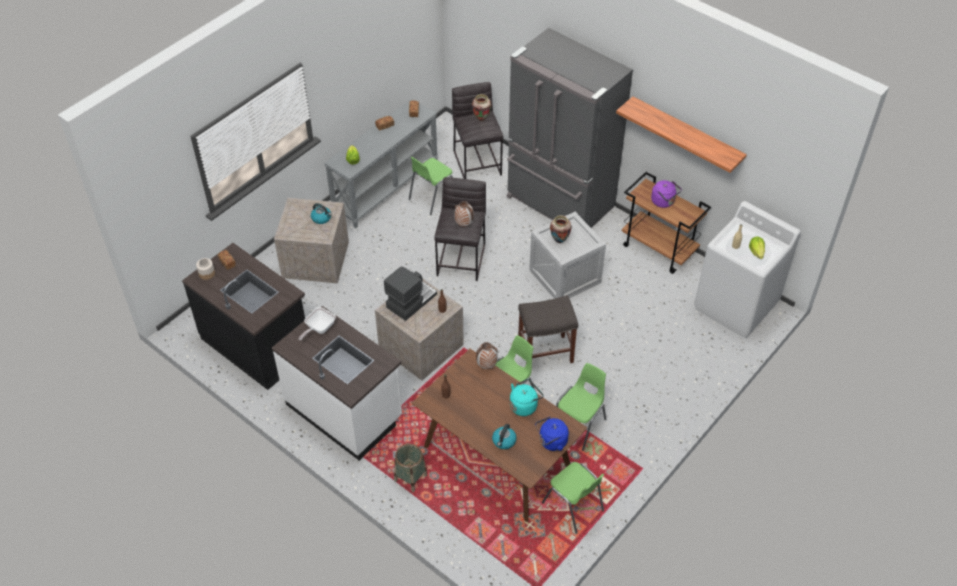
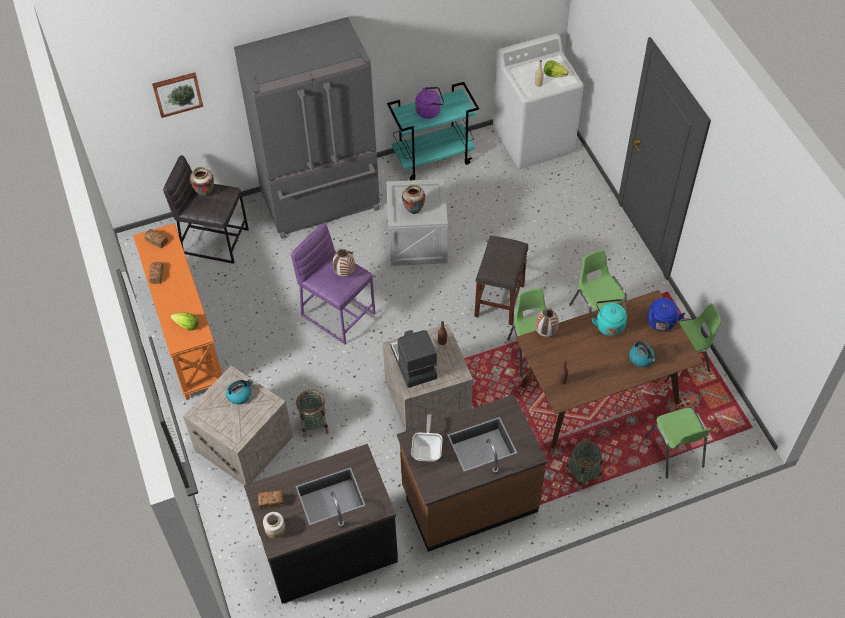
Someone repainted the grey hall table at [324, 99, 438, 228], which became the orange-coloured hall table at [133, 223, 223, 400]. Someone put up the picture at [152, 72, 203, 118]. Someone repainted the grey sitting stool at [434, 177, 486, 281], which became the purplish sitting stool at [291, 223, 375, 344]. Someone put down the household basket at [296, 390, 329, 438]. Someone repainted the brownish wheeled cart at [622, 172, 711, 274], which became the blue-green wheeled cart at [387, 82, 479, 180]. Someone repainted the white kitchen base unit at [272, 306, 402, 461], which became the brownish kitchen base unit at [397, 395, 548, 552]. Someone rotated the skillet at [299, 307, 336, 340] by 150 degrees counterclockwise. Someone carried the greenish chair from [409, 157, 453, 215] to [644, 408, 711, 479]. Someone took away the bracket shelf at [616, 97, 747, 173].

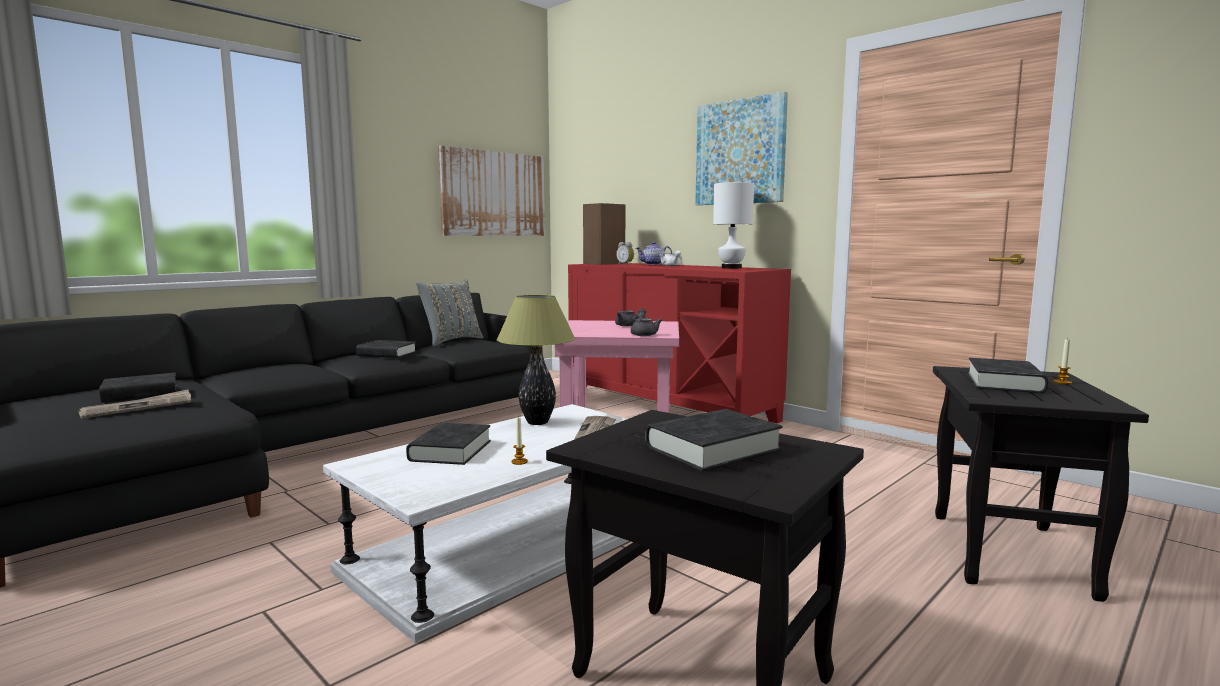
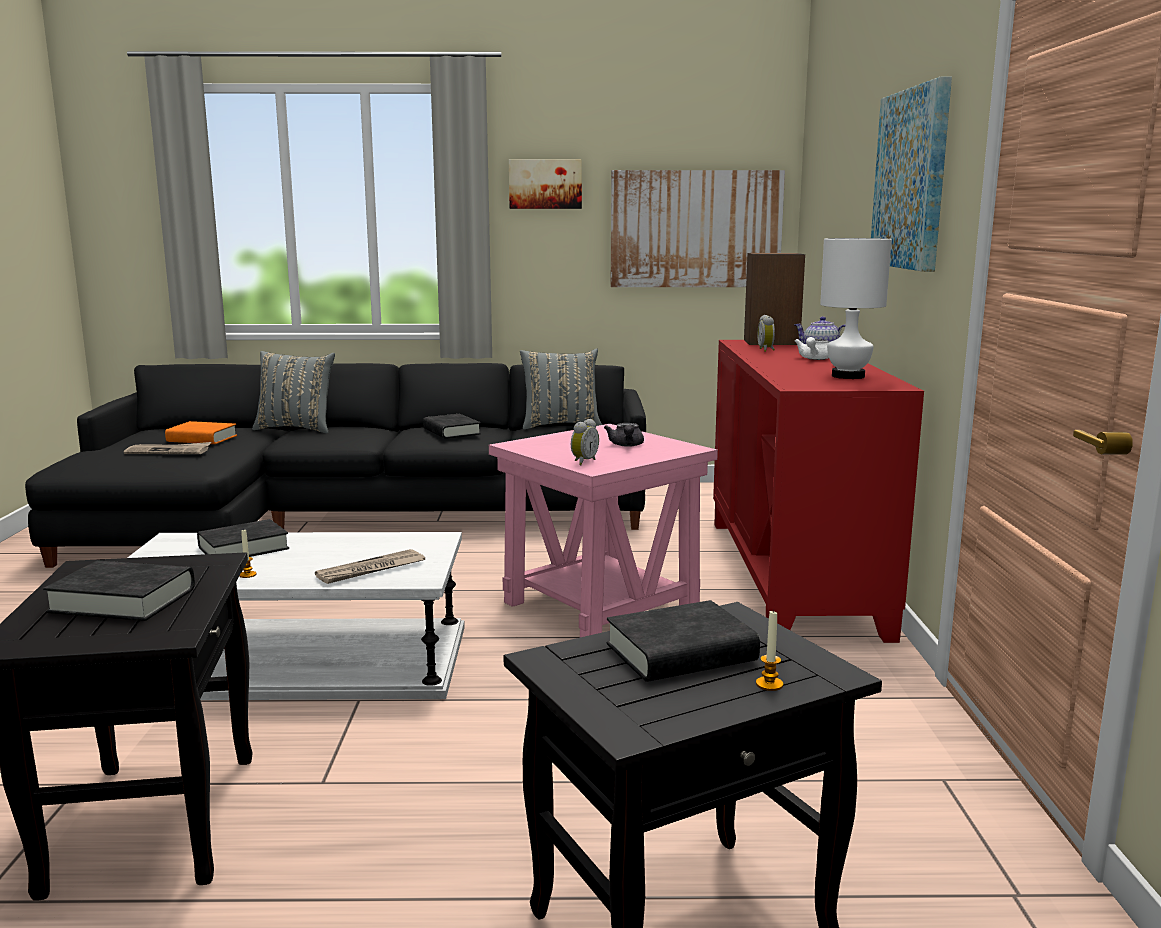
Someone repainted the black-coloured volume at [99, 373, 177, 402], which became the orange-coloured volume at [165, 421, 237, 444]. Someone put down the grey cushion at [252, 351, 335, 433]. Someone put up the picture at [509, 159, 582, 209]. Someone swapped the grey teapot at [631, 312, 662, 336] for the alarm clock at [571, 419, 599, 465]. Someone took away the table lamp at [497, 295, 575, 425].

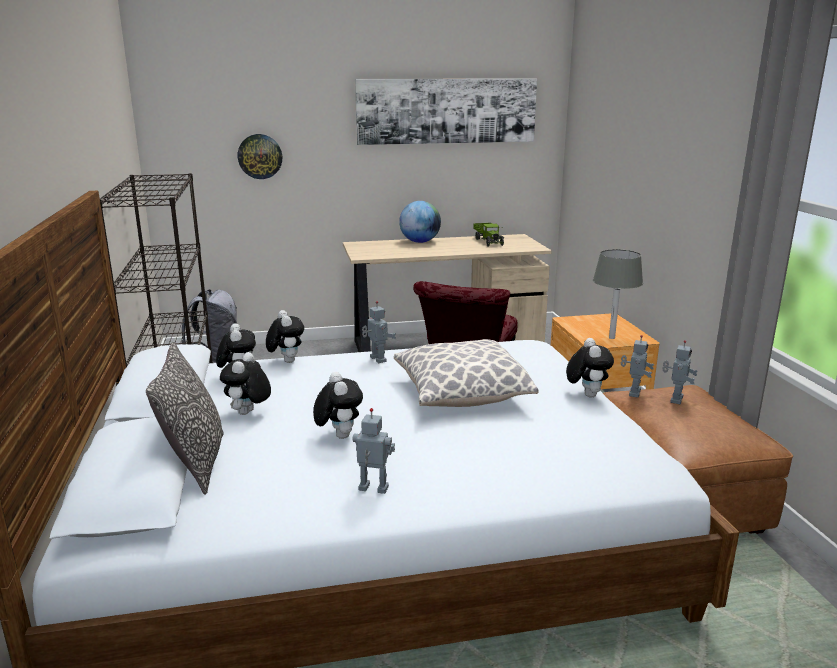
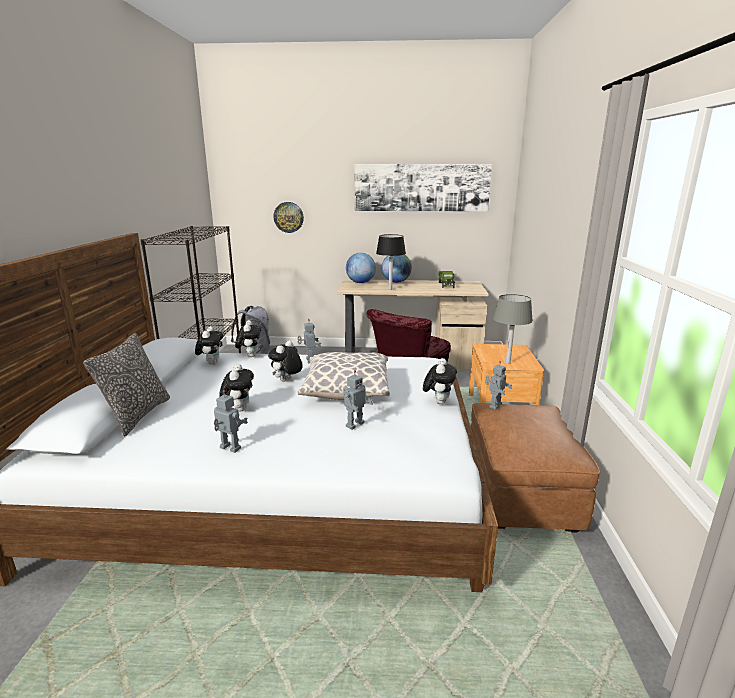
Someone carried the plush toy from [220, 352, 271, 415] to [268, 340, 303, 382]. Someone carried the model robot from [662, 340, 698, 404] to [343, 370, 373, 430]. Someone put down the globe at [346, 253, 376, 283]. Someone put down the black-coloured table lamp at [376, 234, 406, 290].

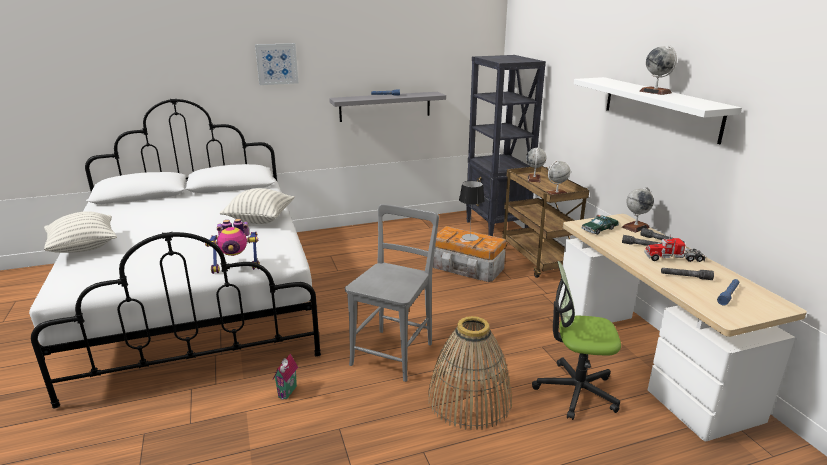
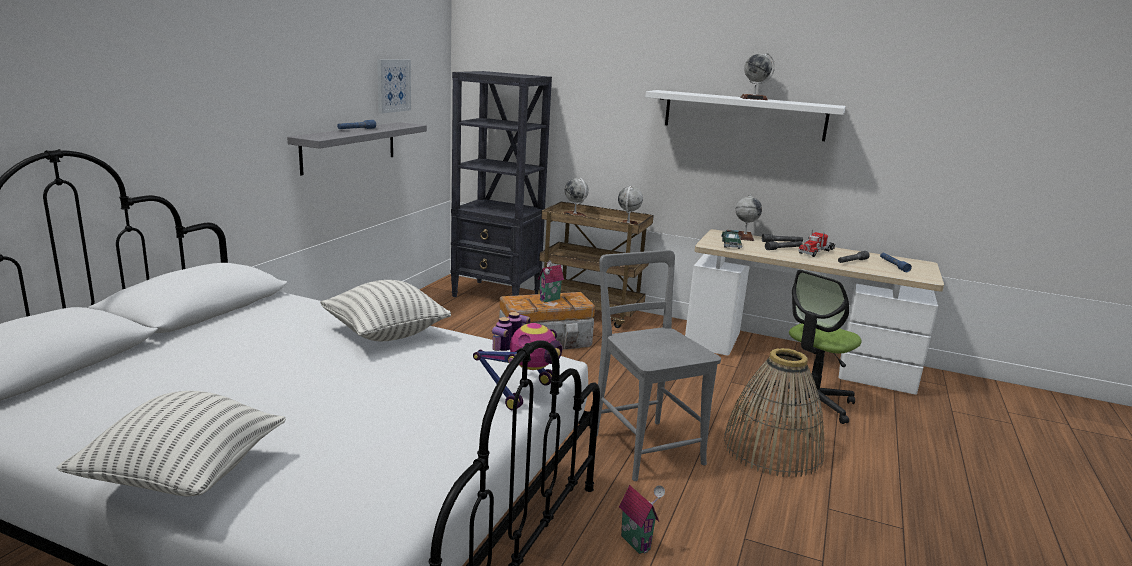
Someone carried the picture from [255, 43, 298, 85] to [377, 59, 411, 113]. Someone swapped the table lamp at [459, 181, 485, 241] for the model house at [538, 260, 564, 302].

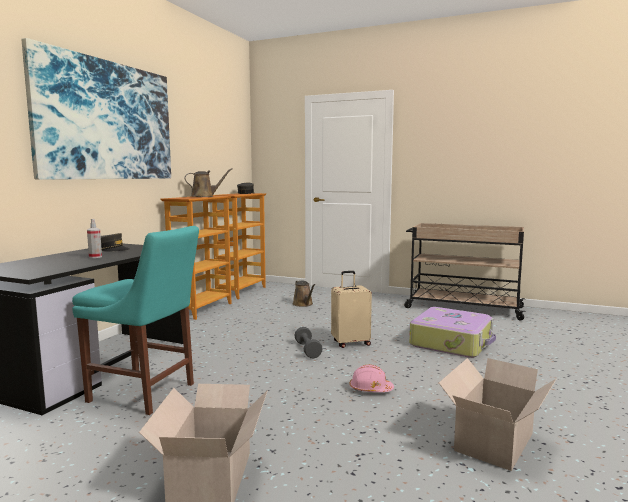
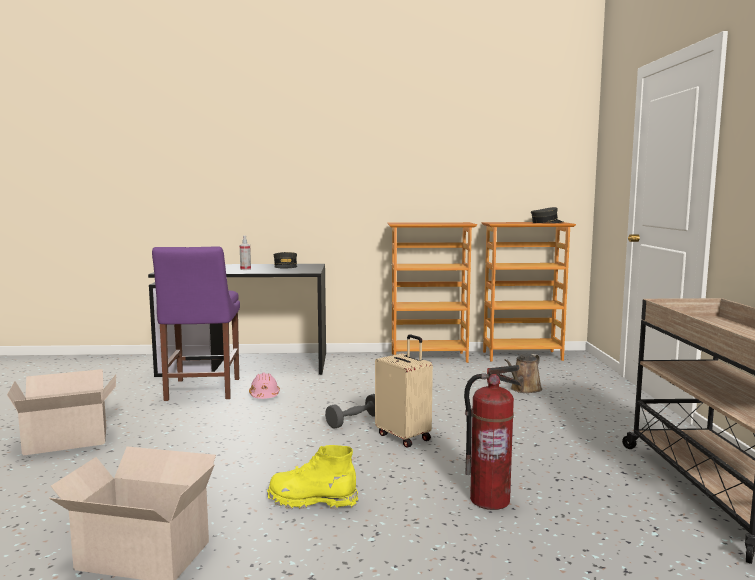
Someone repainted the blue-green chair at [72, 226, 199, 415], which became the purplish chair at [152, 246, 240, 401]. Someone carried the pink-coloured work helmet from [349, 364, 394, 392] to [249, 373, 280, 399]. Someone put down the yellow high-top boot at [267, 445, 358, 510]. Someone swapped the suitcase at [409, 307, 496, 358] for the extinguisher at [464, 365, 521, 510]. Someone took away the picture at [22, 38, 171, 180]. Someone took away the brownish watering can at [185, 168, 233, 197].

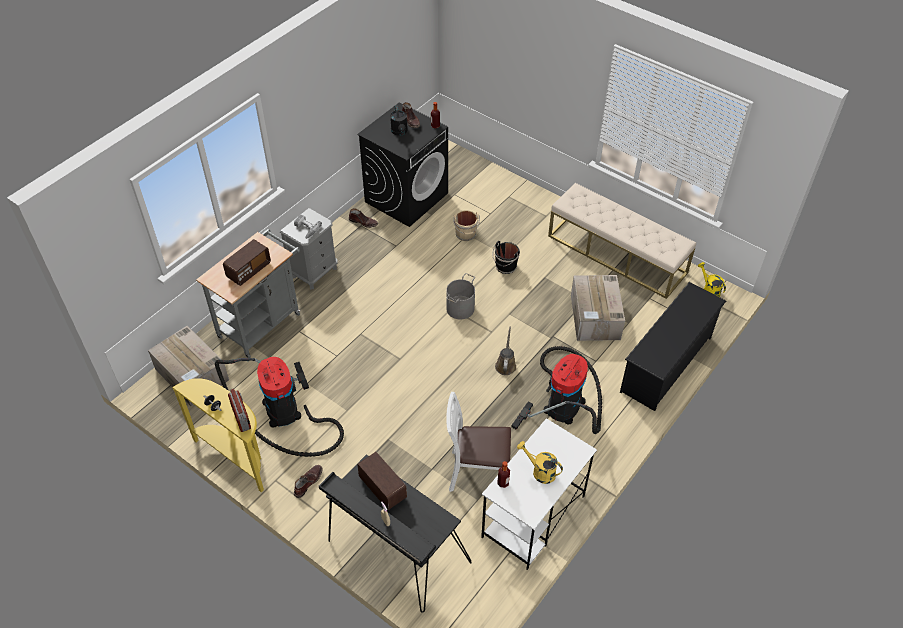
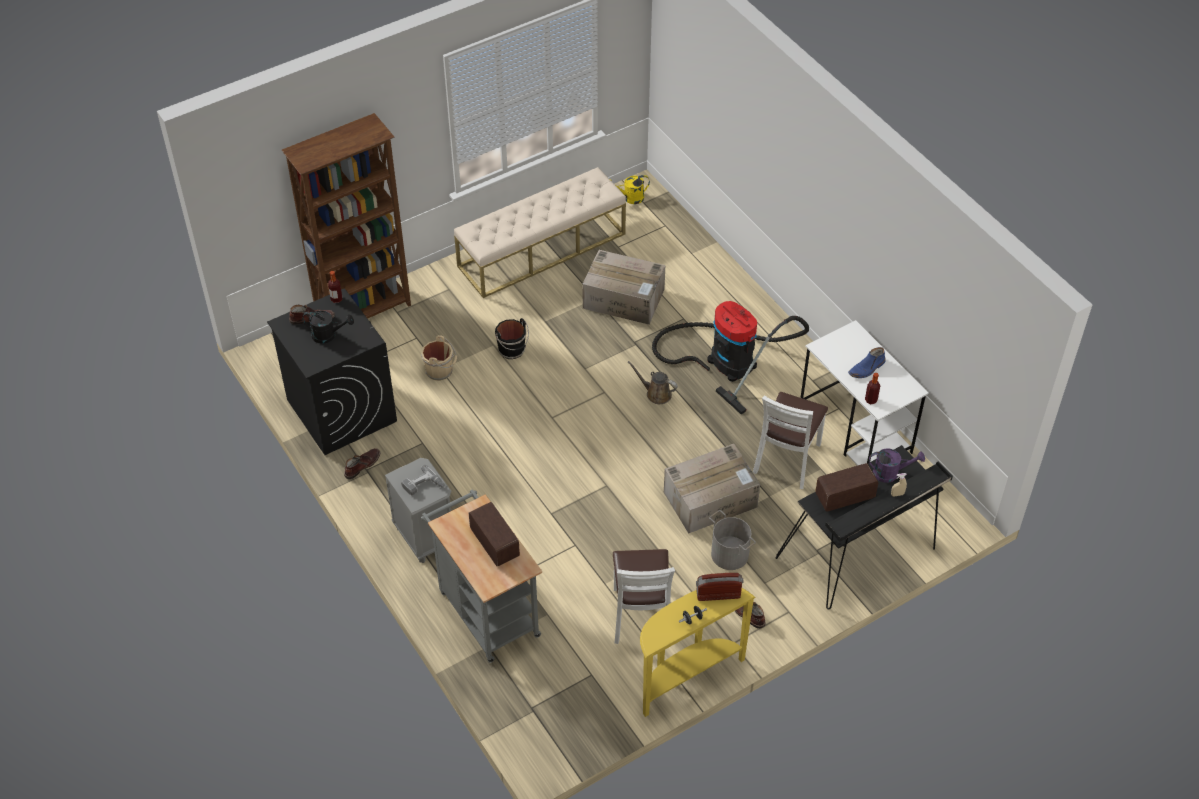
Someone put down the brownish bookshelf at [282, 113, 411, 319]. Someone swapped the vacuum cleaner at [215, 357, 344, 457] for the white chair at [613, 549, 675, 644]. Someone carried the packing box from [148, 326, 229, 406] to [664, 444, 760, 534]. Someone carried the grey bucket from [446, 273, 475, 319] to [709, 510, 756, 570]. Someone swapped the yellow watering can at [517, 441, 563, 484] for the blue high-top boot at [848, 347, 885, 378]. Someone put down the purplish watering can at [869, 448, 925, 483]. Someone took away the black-coloured shoe shelf at [620, 282, 726, 411].

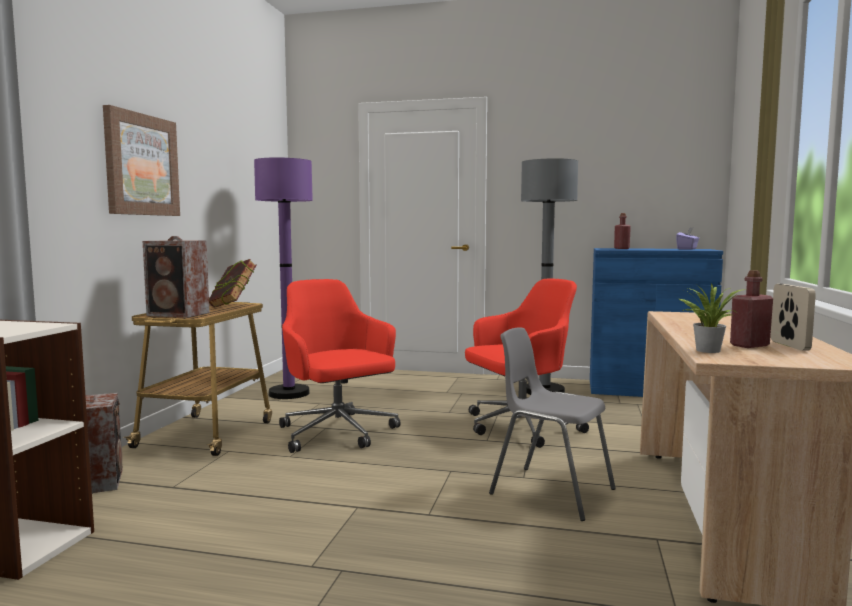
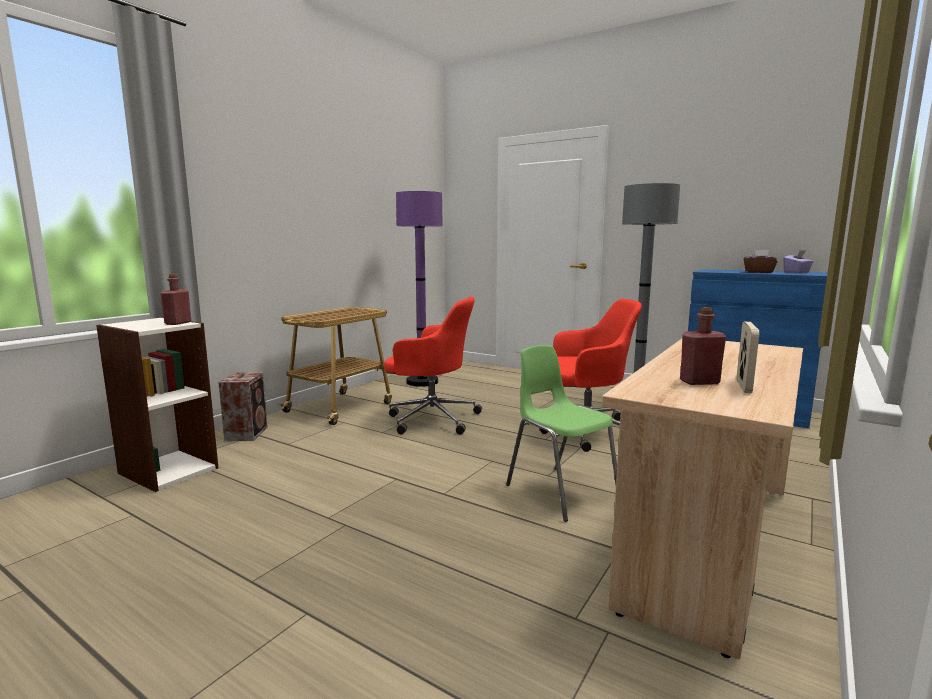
Someone carried the red beverage bottle from [614, 213, 631, 249] to [161, 274, 191, 325]. Someone rotated the red computer chair at [279, 279, 401, 453] by 120 degrees clockwise. Someone repainted the grey chair at [489, 327, 616, 521], which became the greenish chair at [506, 345, 617, 522]. Someone put down the brownish box of tissues at [744, 250, 777, 273]. Someone took away the picture at [103, 105, 180, 216]. Someone took away the loudspeaker at [143, 236, 210, 318]. Someone took away the volume at [209, 259, 256, 307]. Someone took away the plant in a pot at [679, 283, 748, 353].

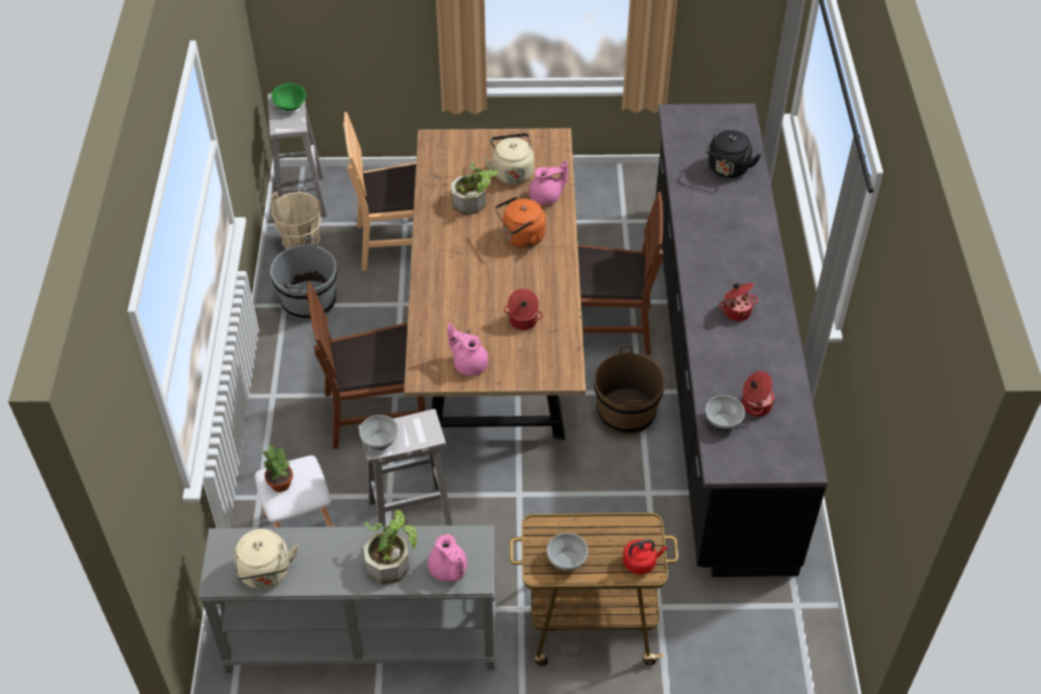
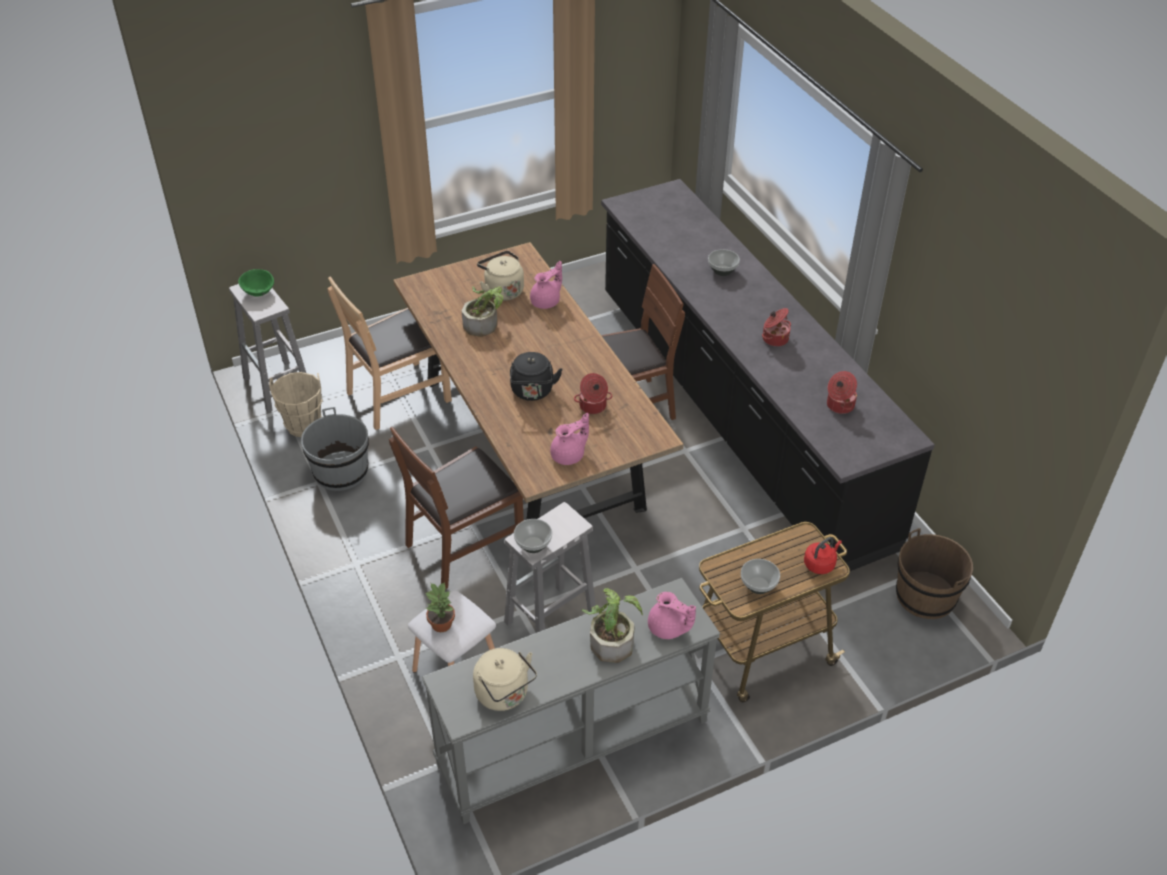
Someone carried the black-coloured kettle from [706, 130, 761, 178] to [510, 352, 563, 401]. Someone rotated the pink-coloured teapot at [447, 323, 488, 376] by 135 degrees clockwise. Someone carried the bowl from [705, 395, 745, 431] to [708, 249, 740, 276]. Someone carried the brownish bucket from [594, 346, 665, 435] to [896, 528, 973, 619]. Someone took away the orange-coloured kettle at [495, 197, 546, 248].

